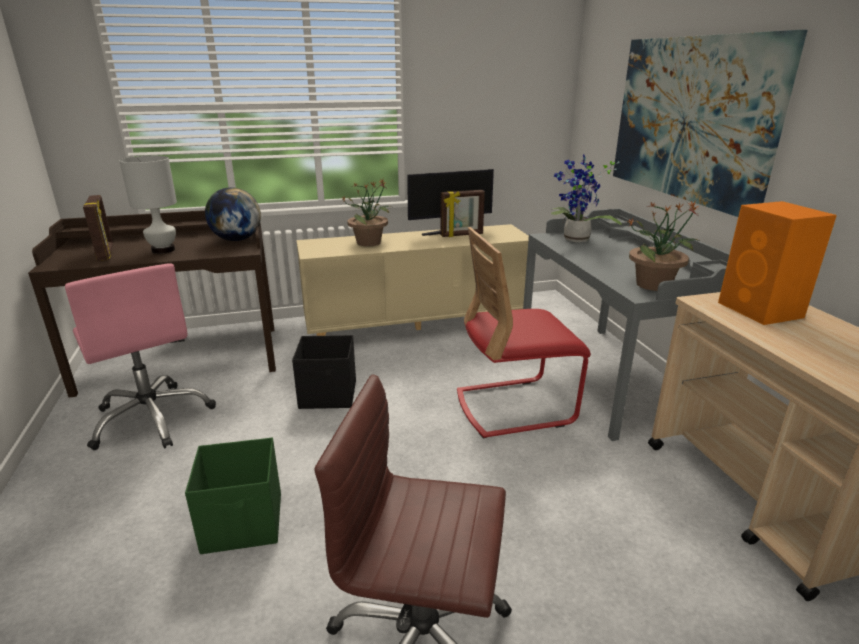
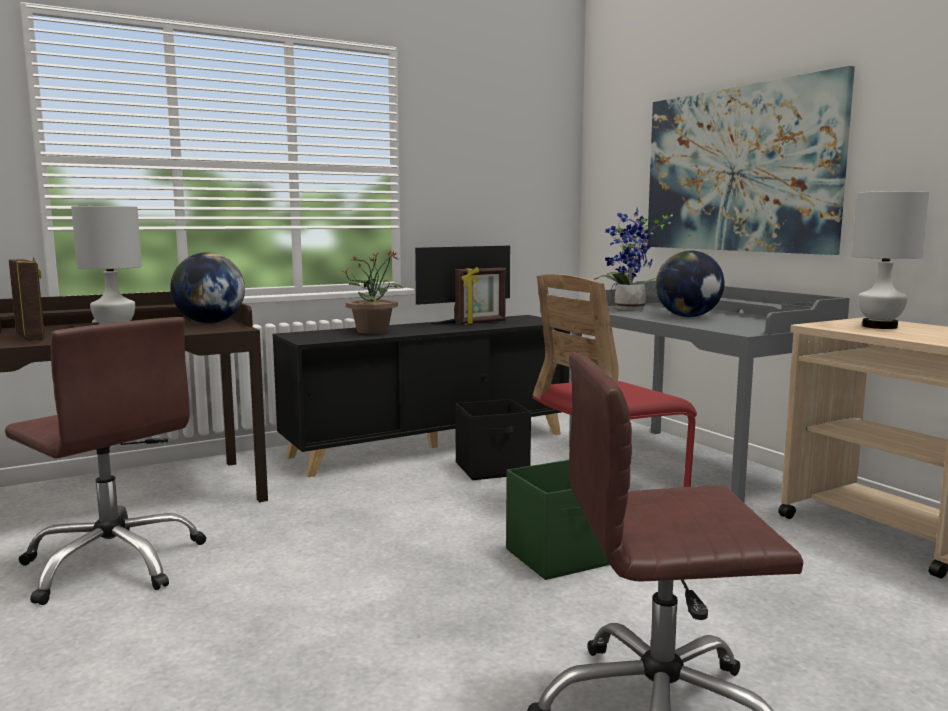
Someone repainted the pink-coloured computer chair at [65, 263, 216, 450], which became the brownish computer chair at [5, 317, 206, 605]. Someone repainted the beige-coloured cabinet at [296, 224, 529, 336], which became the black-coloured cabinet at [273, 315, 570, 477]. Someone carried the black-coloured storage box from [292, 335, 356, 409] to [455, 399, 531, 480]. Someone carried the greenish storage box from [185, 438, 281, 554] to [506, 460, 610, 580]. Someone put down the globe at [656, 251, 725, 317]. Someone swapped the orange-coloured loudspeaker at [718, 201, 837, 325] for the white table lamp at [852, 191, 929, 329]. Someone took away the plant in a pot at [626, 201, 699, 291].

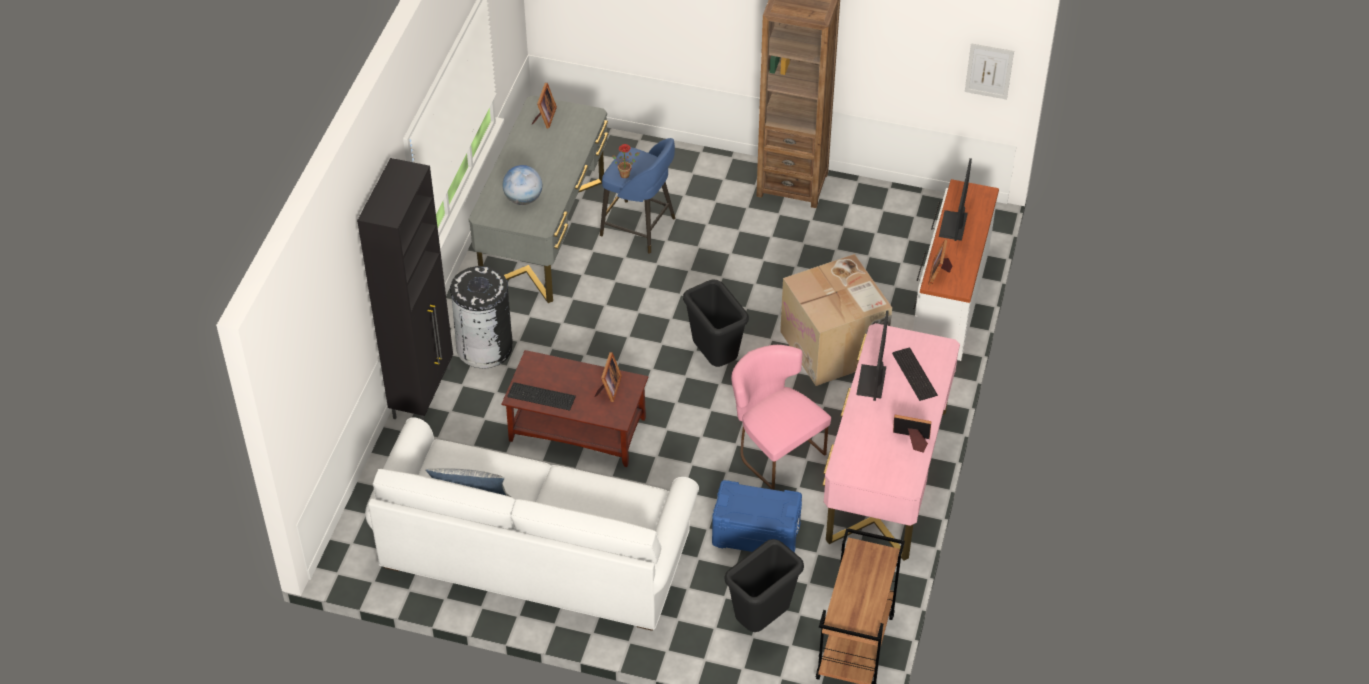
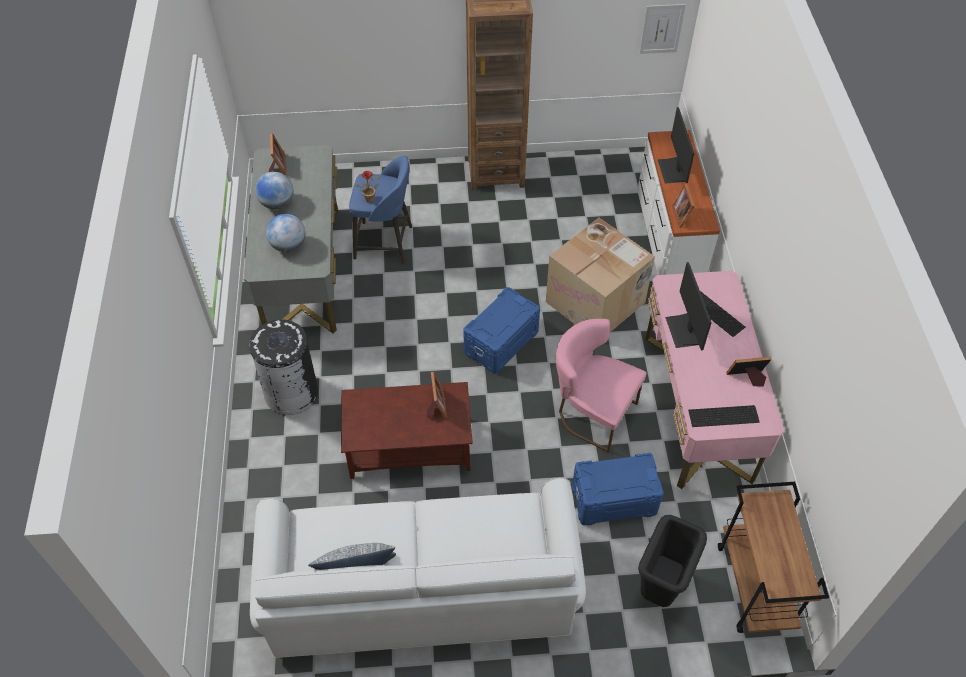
Someone put down the globe at [255, 172, 293, 209]. Someone swapped the black-coloured waste bin at [683, 280, 749, 367] for the blue storage box at [463, 287, 540, 374]. Someone carried the keyboard from [507, 382, 576, 411] to [688, 405, 759, 427]. Someone took away the black-coloured cabinet at [357, 158, 453, 421].

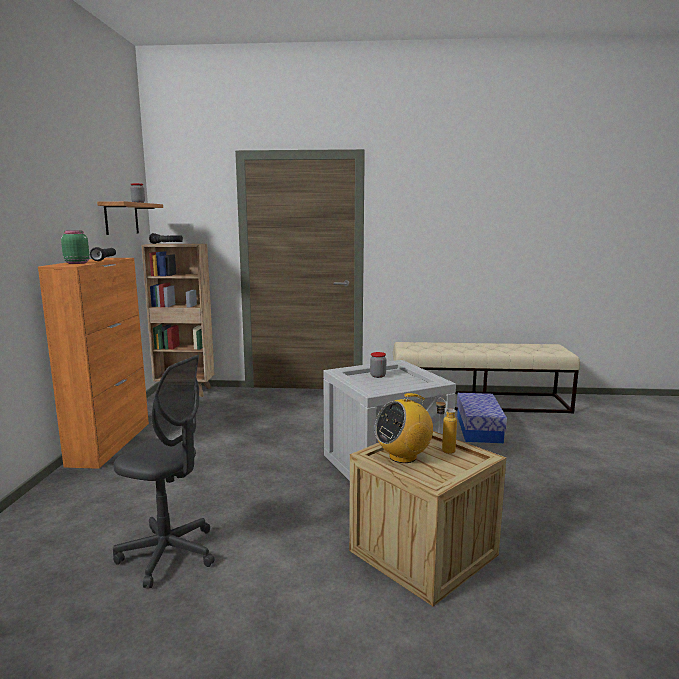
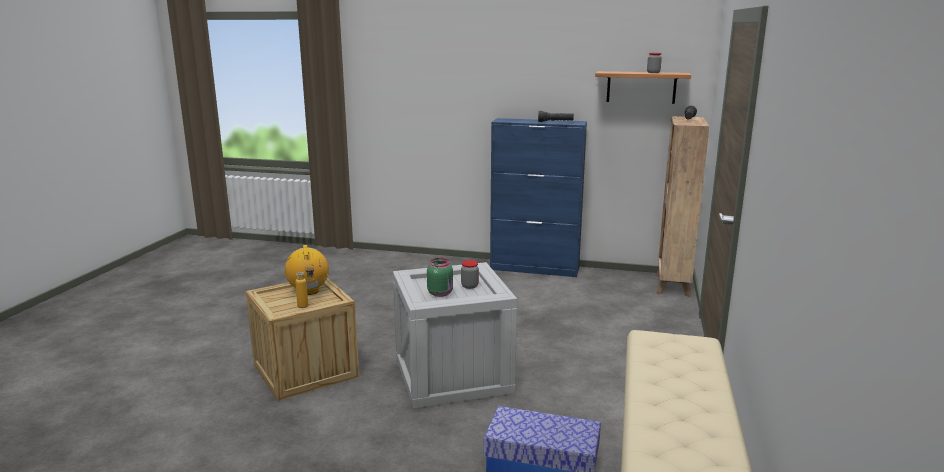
Someone carried the greenish jar from [61, 230, 90, 264] to [427, 258, 453, 297]. Someone repainted the orange-coloured cabinet at [38, 258, 149, 469], which became the blue cabinet at [490, 118, 587, 277]. Someone took away the grey computer chair at [113, 355, 214, 588].

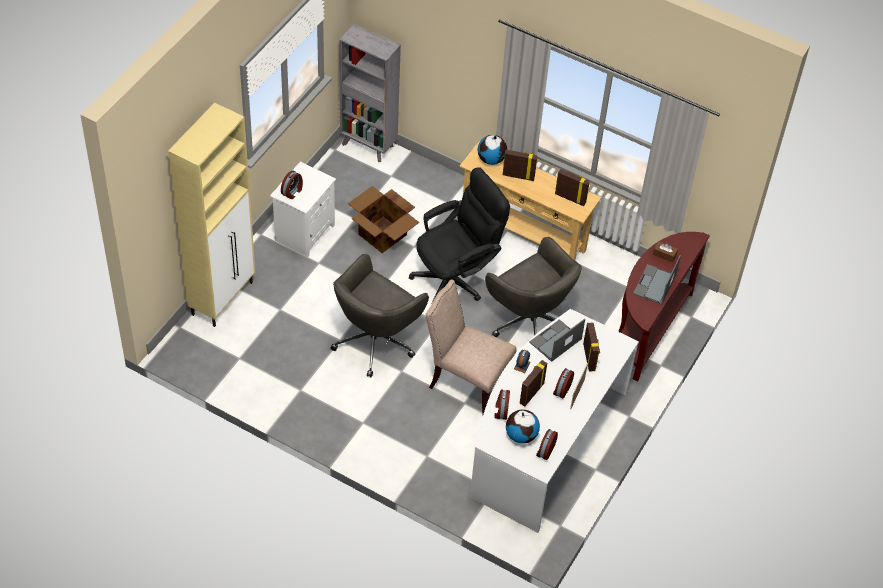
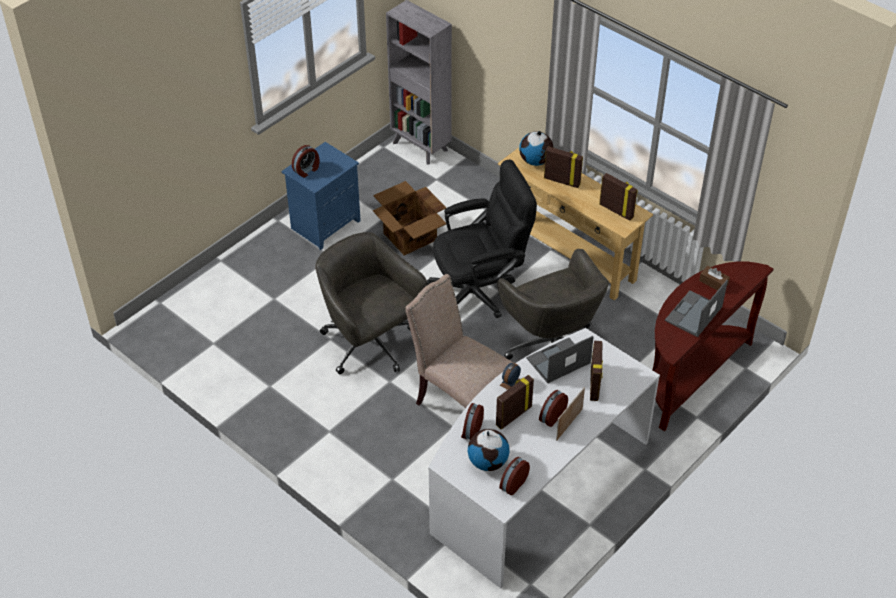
Someone repainted the white bedside table at [270, 162, 336, 258], which became the blue bedside table at [281, 142, 361, 250]. Someone rotated the grey computer chair at [330, 254, 429, 377] by 90 degrees clockwise. Someone took away the beige-coloured cabinet at [168, 103, 255, 327].

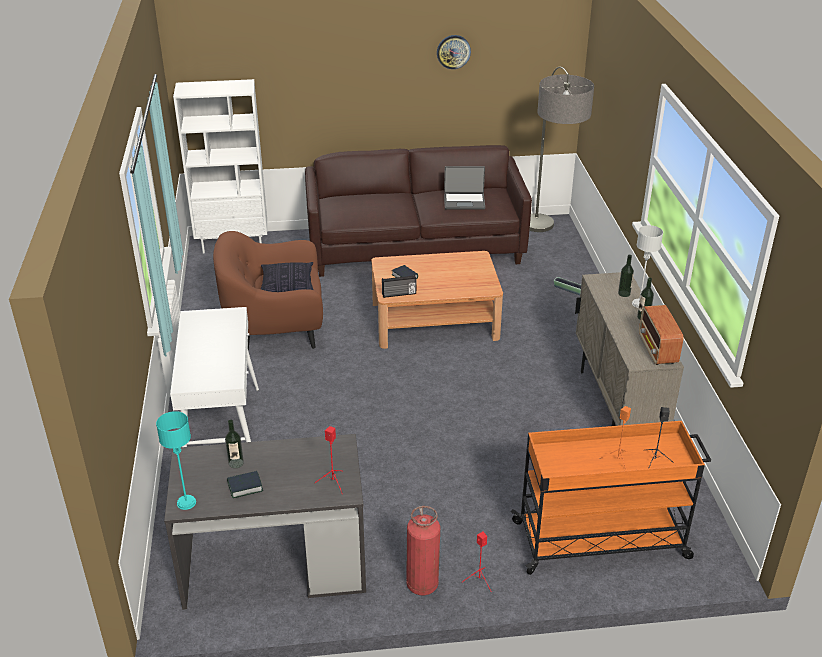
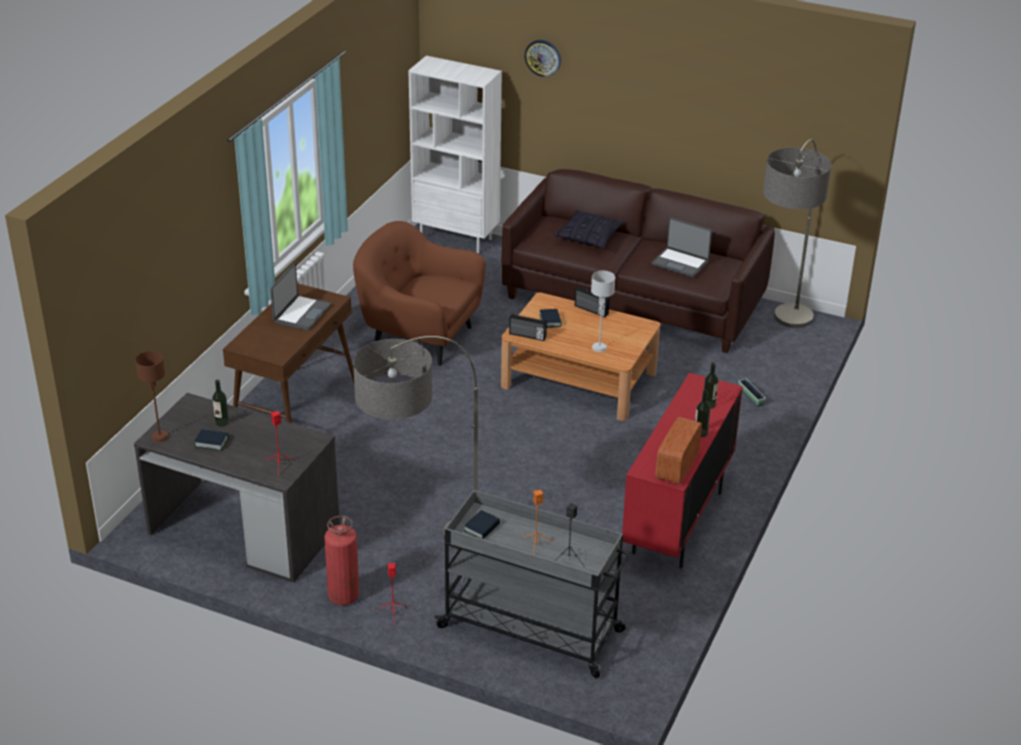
Someone repainted the blue-green table lamp at [156, 411, 196, 510], which became the brownish table lamp at [135, 351, 169, 442]. Someone repainted the white hall table at [170, 307, 259, 447], which became the brownish hall table at [223, 283, 354, 423]. Someone put down the notebook computer at [270, 263, 331, 331]. Someone put down the floor lamp at [353, 336, 478, 550]. Someone repainted the orange-coloured wheeled cart at [511, 421, 711, 575], which became the grey wheeled cart at [434, 490, 630, 678]. Someone put down the volume at [464, 510, 500, 539]. Someone carried the wall clock from [437, 35, 471, 69] to [524, 40, 561, 77]. Someone carried the cushion from [261, 262, 313, 292] to [553, 210, 624, 248]. Someone put down the radio set at [575, 286, 610, 317]. Someone carried the grey table lamp from [632, 225, 663, 308] to [591, 271, 615, 352]. Someone repainted the beige-coloured cabinet at [575, 272, 684, 426], which became the red cabinet at [622, 373, 743, 568].

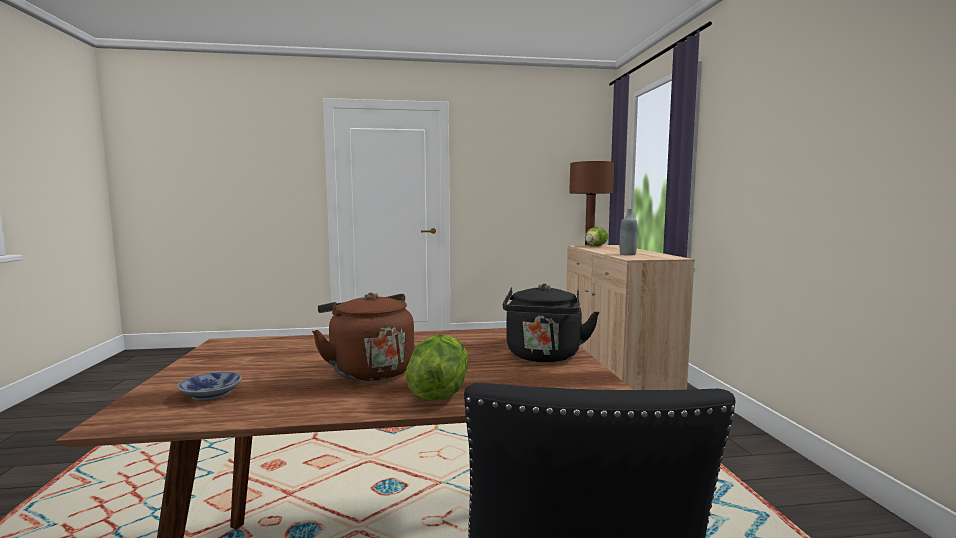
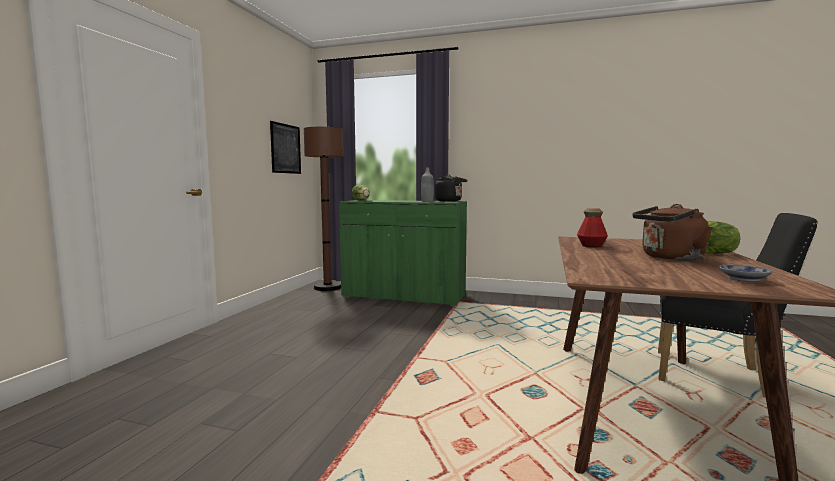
Someone put up the picture at [270, 121, 301, 174]. Someone repainted the beige-coloured cabinet at [566, 245, 695, 390], which became the greenish cabinet at [339, 200, 467, 307]. Someone carried the black-coloured kettle from [503, 284, 599, 362] to [435, 175, 467, 202]. Someone put down the beverage bottle at [577, 208, 608, 247].

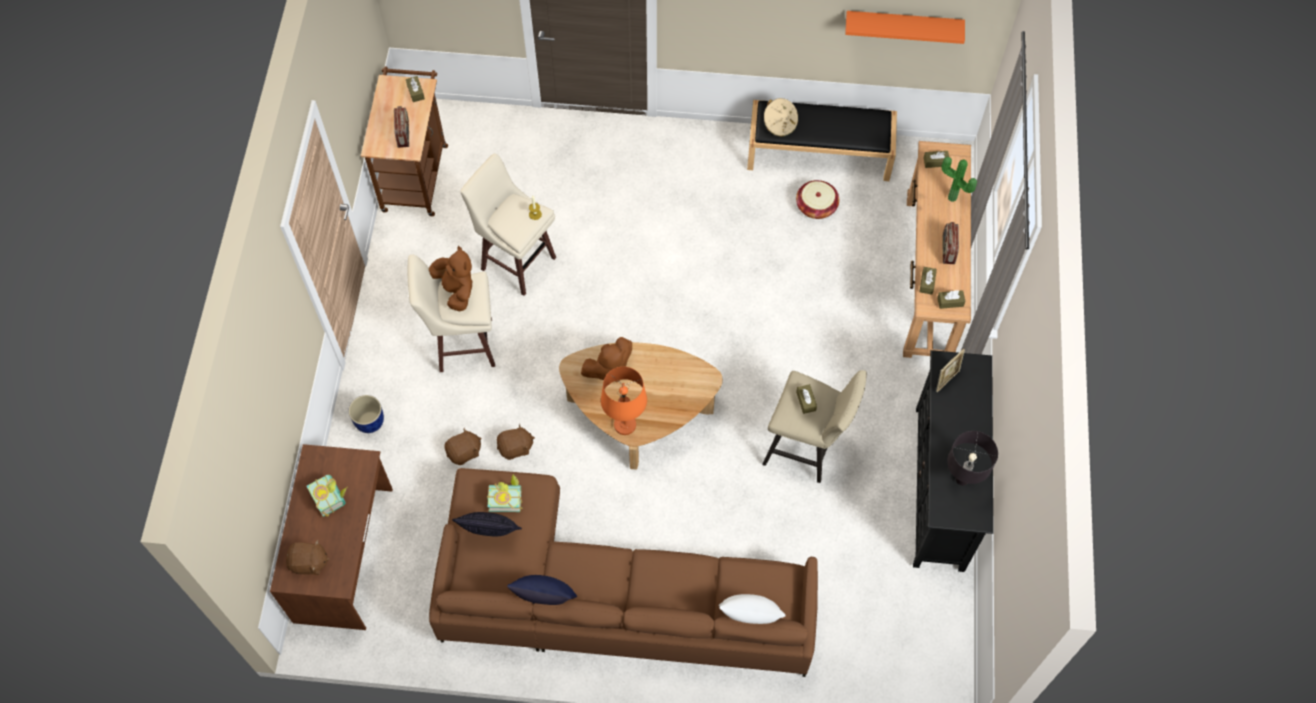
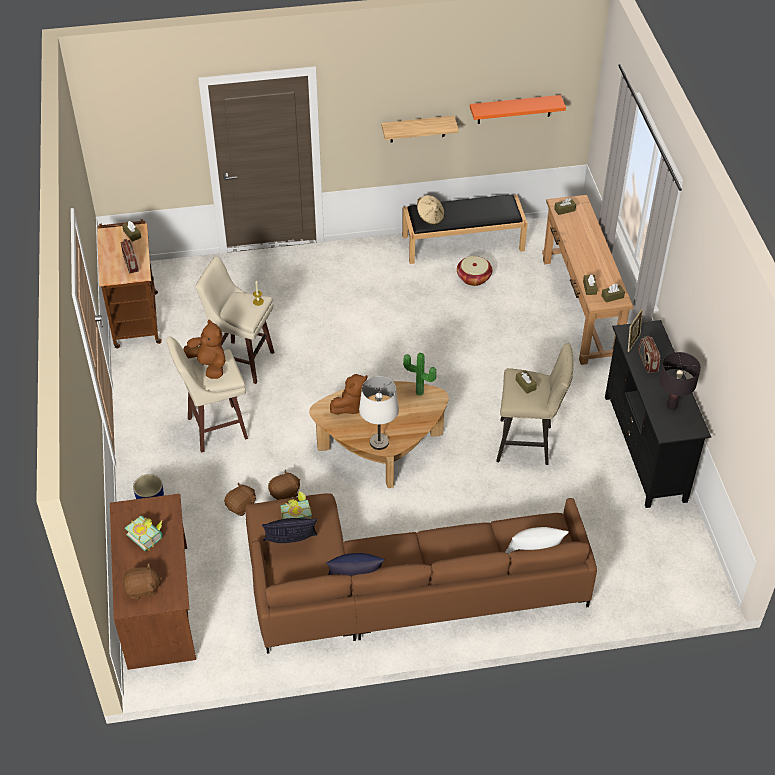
Someone repainted the orange-coloured table lamp at [601, 367, 647, 435], which became the white table lamp at [359, 376, 399, 450]. Someone put up the bracket shelf at [381, 116, 459, 142]. Someone carried the plant in a pot from [941, 157, 977, 202] to [403, 353, 436, 396]. Someone carried the radio set from [943, 222, 959, 264] to [638, 336, 660, 373].

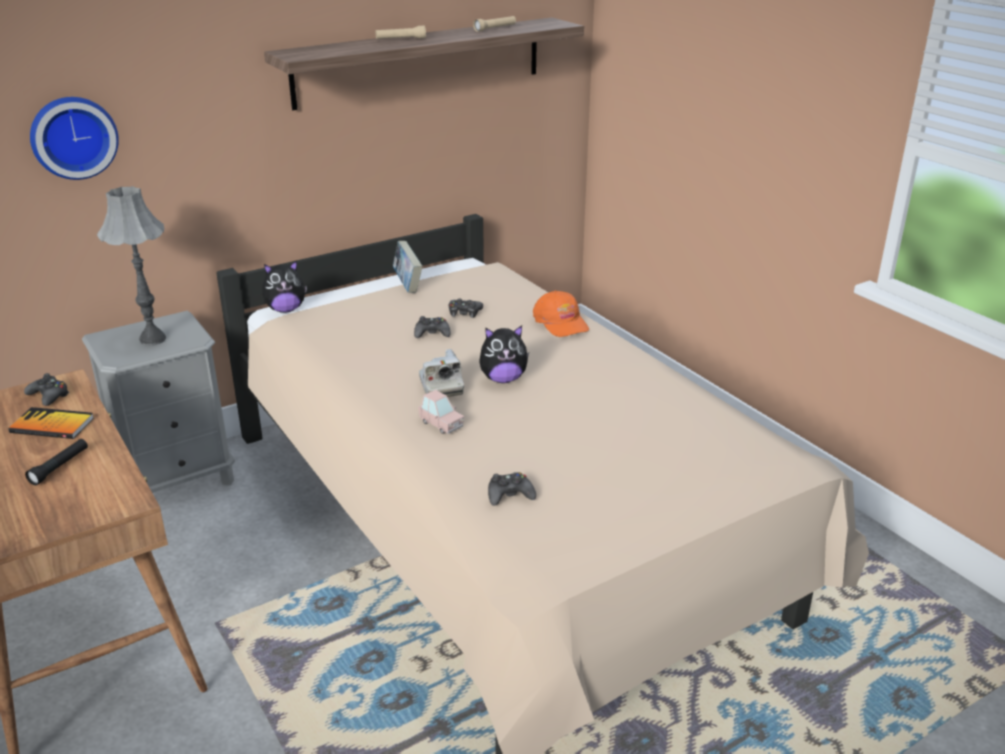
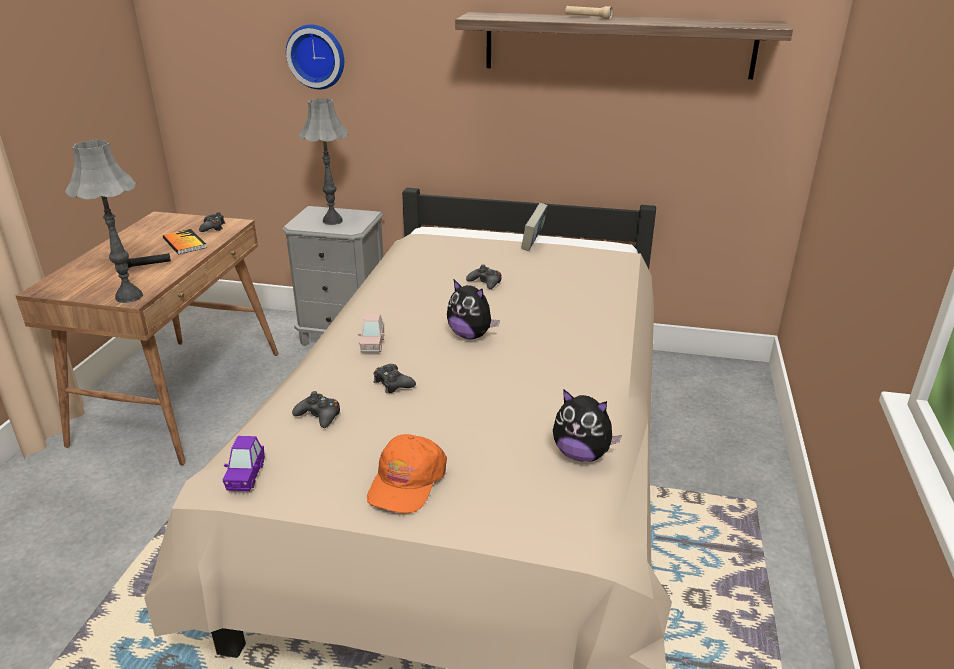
Someone put down the grey table lamp at [65, 140, 143, 303]. Someone put down the purplish model car at [222, 436, 265, 491]. Someone carried the orange-coloured peaked cap from [533, 291, 589, 337] to [367, 434, 447, 513]. Someone carried the black-coloured joypad from [449, 298, 483, 318] to [374, 364, 416, 393]. Someone carried the plush toy from [262, 261, 307, 313] to [553, 389, 622, 462]. Someone took away the photo camera at [419, 349, 464, 397]. Someone took away the beige-coloured hand torch at [473, 16, 516, 32].

